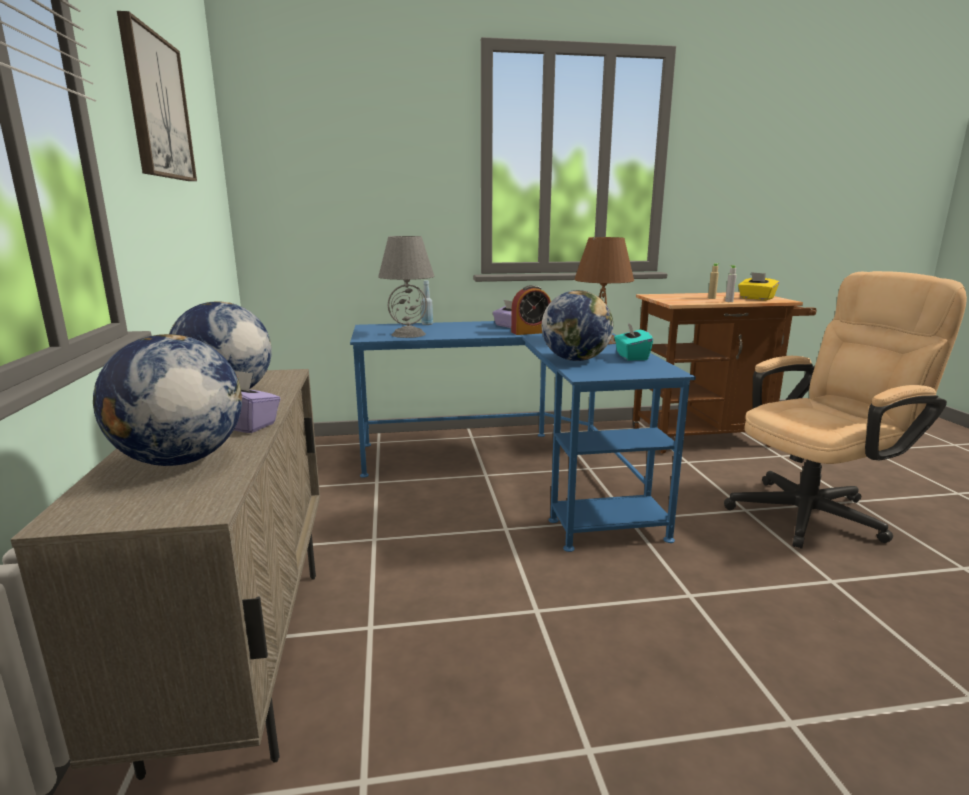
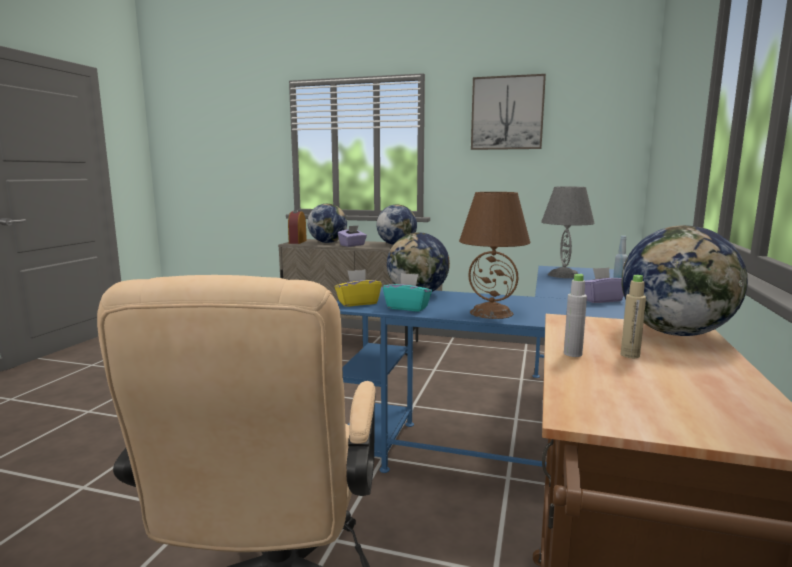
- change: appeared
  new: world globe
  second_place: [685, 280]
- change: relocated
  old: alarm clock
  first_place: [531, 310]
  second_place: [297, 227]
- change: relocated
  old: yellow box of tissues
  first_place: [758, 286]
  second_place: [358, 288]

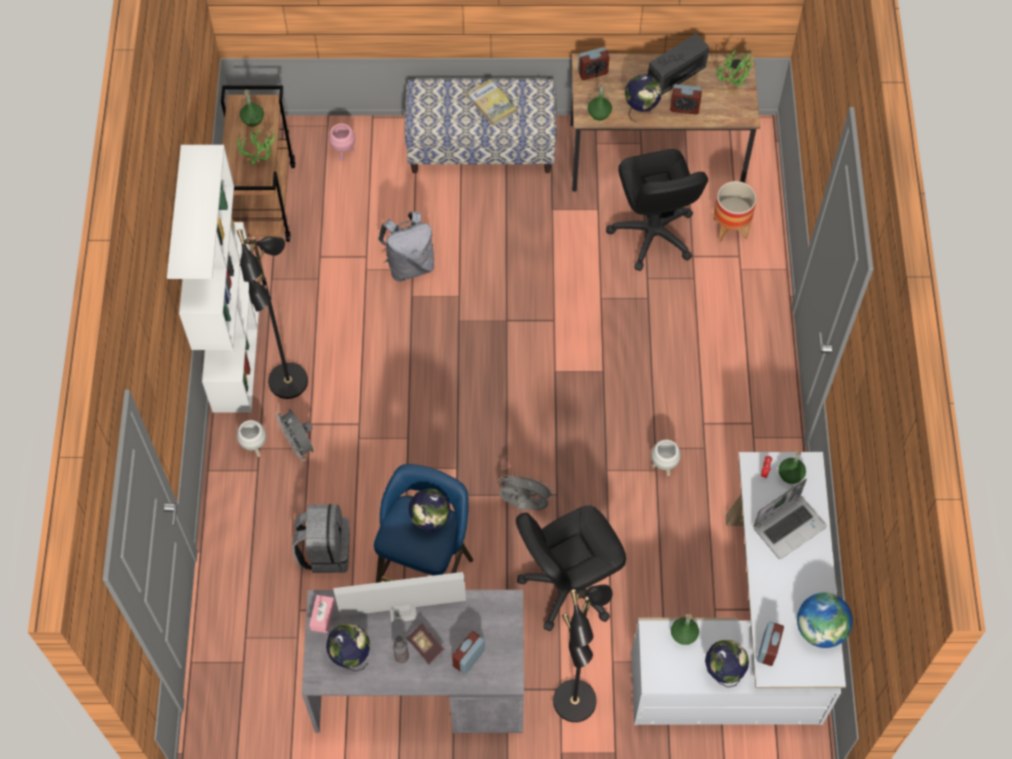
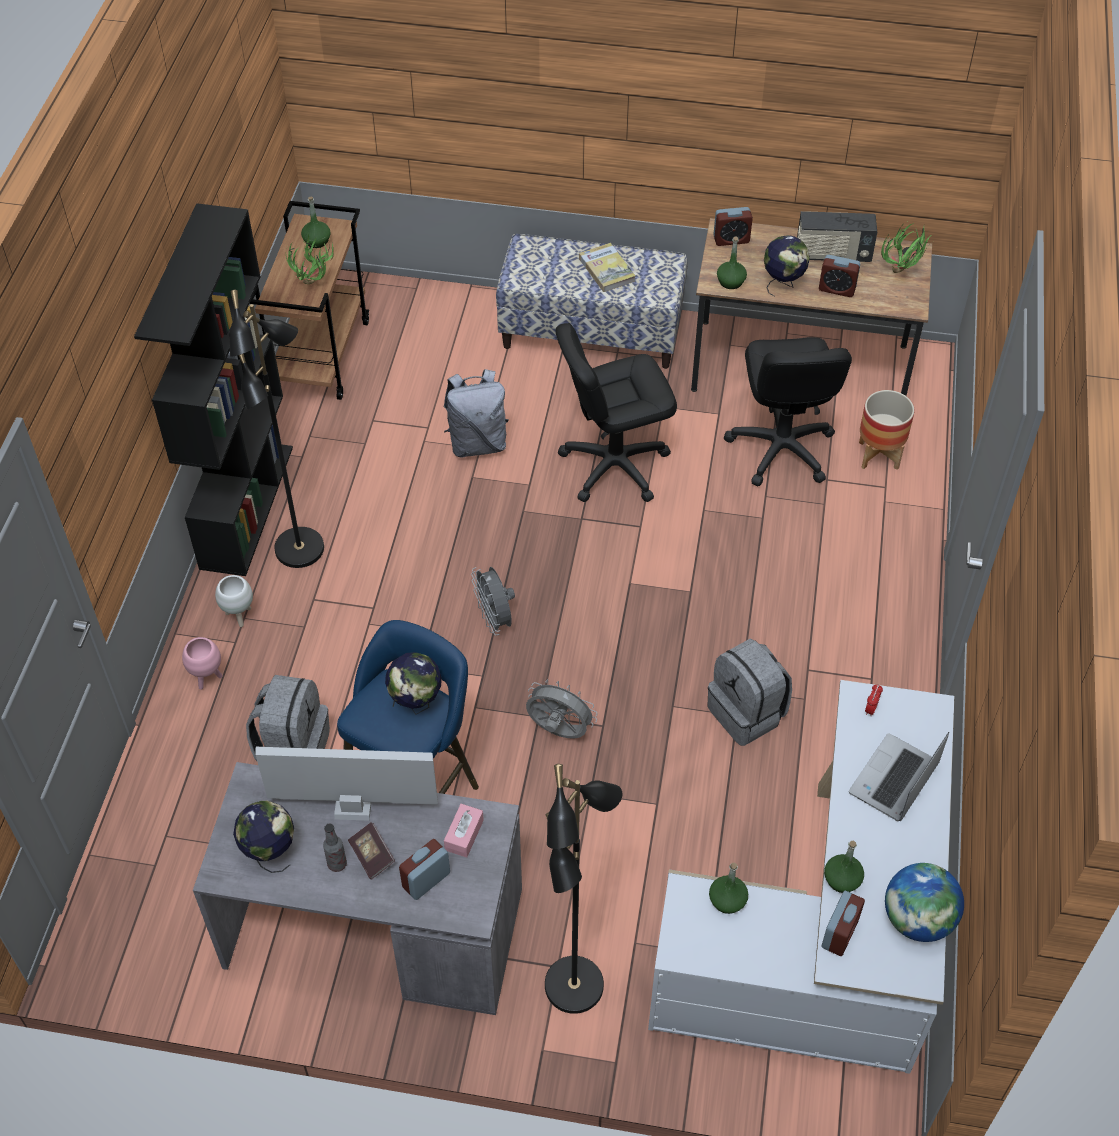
- change: missing
  old: world globe
  first_place: [727, 663]
- change: relocated
  old: grey fan
  first_place: [294, 435]
  second_place: [493, 601]
- change: relocated
  old: pink-coloured box of tissues
  first_place: [322, 614]
  second_place: [464, 831]
- change: relocated
  old: pink-coloured planter
  first_place: [342, 142]
  second_place: [202, 663]
- change: relocated
  old: black-coloured desk chair
  first_place: [571, 568]
  second_place: [616, 412]
- change: relocated
  old: green beverage bottle
  first_place: [792, 467]
  second_place: [844, 867]
- change: exchanged
  old: white planter
  new: grey knapsack
  first_place: [666, 458]
  second_place: [749, 692]
- change: colour
  old: white shelving unit
  new: black-coloured shelving unit
  first_place: [213, 278]
  second_place: [213, 389]
- change: spun
  old: radio receiver
  first_place: [679, 64]
  second_place: [837, 236]
  degrees: -150
- change: spun
  old: laptop
  first_place: [790, 519]
  second_place: [899, 777]
  degrees: 150

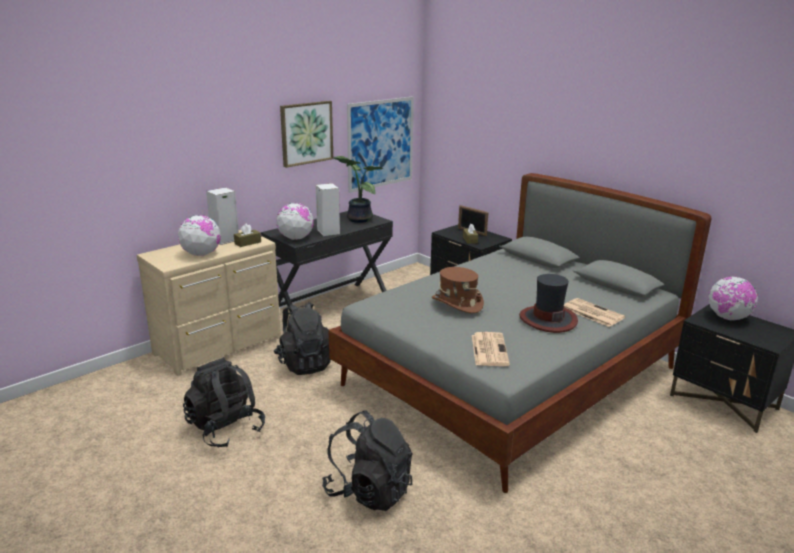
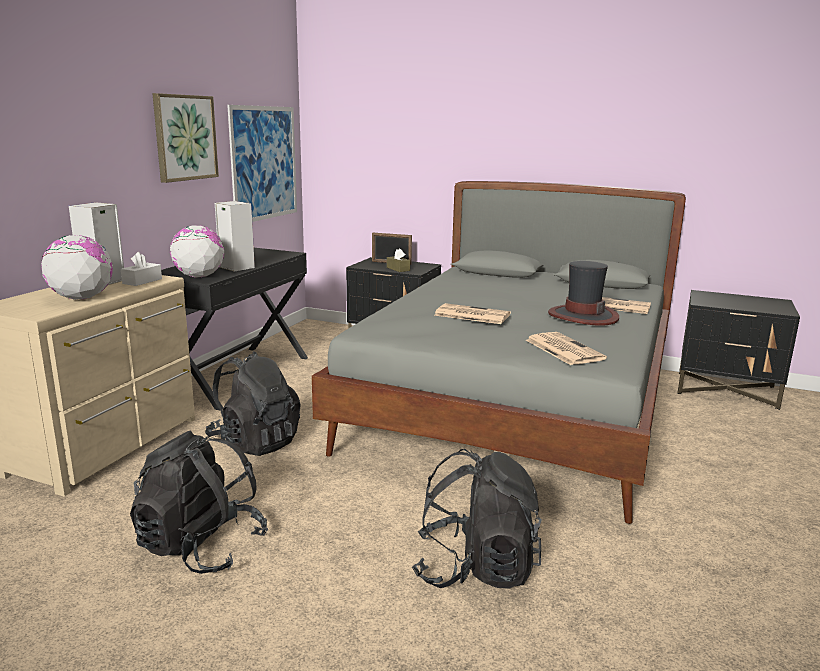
- change: missing
  old: houseplant
  first_place: [358, 189]
- change: missing
  old: world globe
  first_place: [733, 298]
- change: exchanged
  old: brown-coloured hat
  new: daily paper
  first_place: [458, 290]
  second_place: [472, 313]
- change: colour
  old: brown-coloured box of tissues
  new: white box of tissues
  first_place: [247, 235]
  second_place: [141, 269]

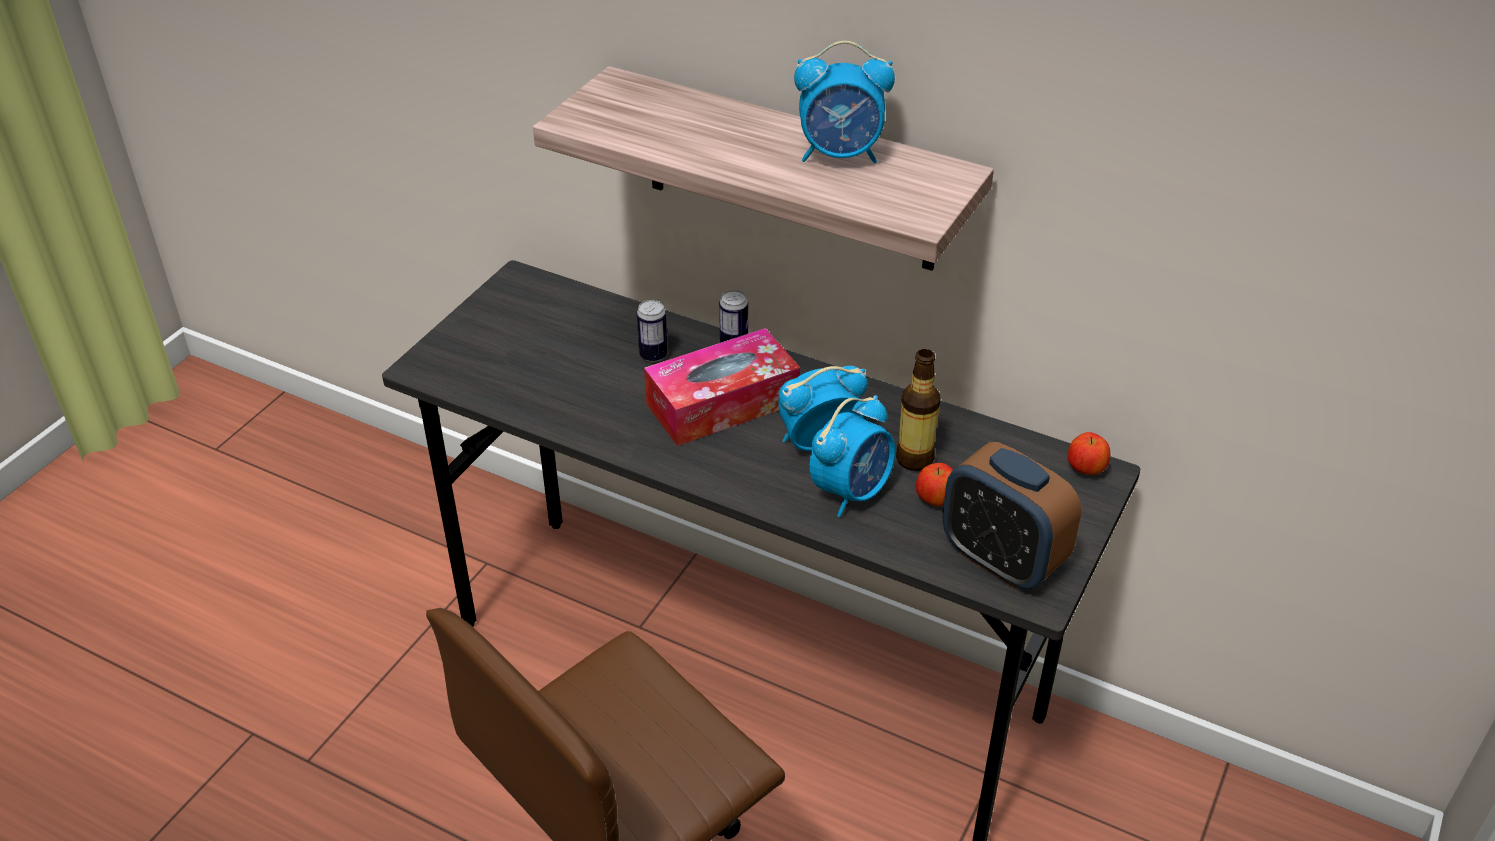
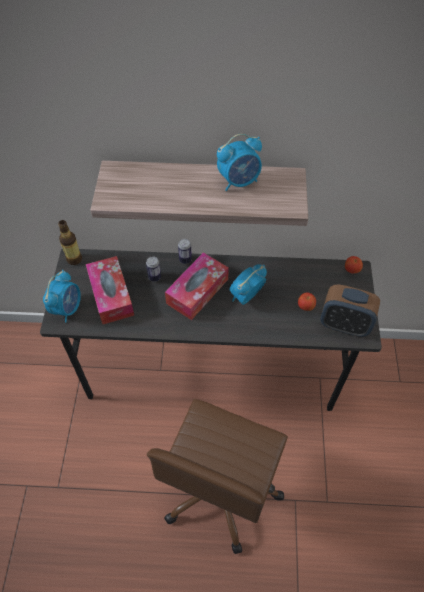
- change: appeared
  new: box of tissues
  second_place: [110, 290]
- change: relocated
  old: alarm clock
  first_place: [852, 456]
  second_place: [62, 296]
- change: relocated
  old: beverage bottle
  first_place: [918, 410]
  second_place: [70, 242]

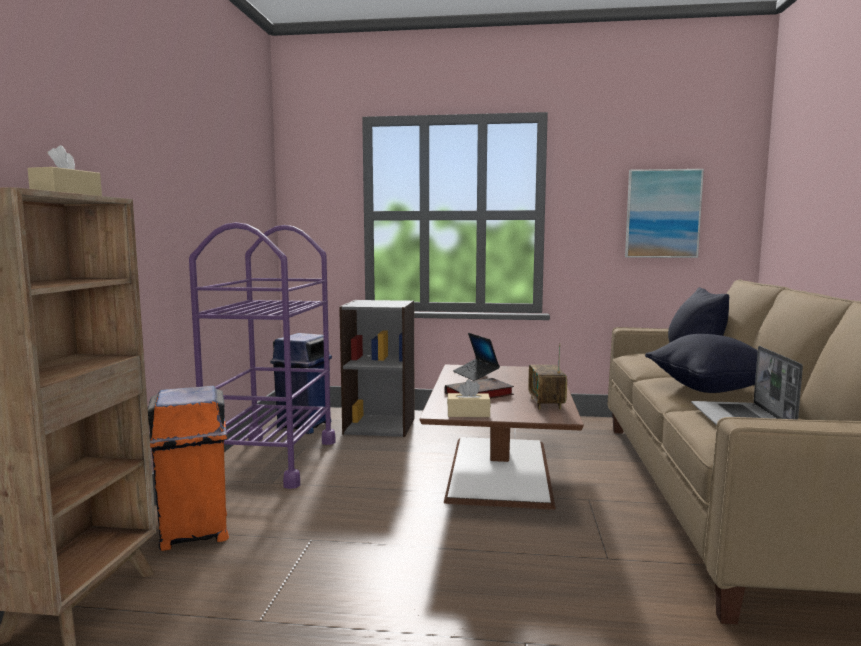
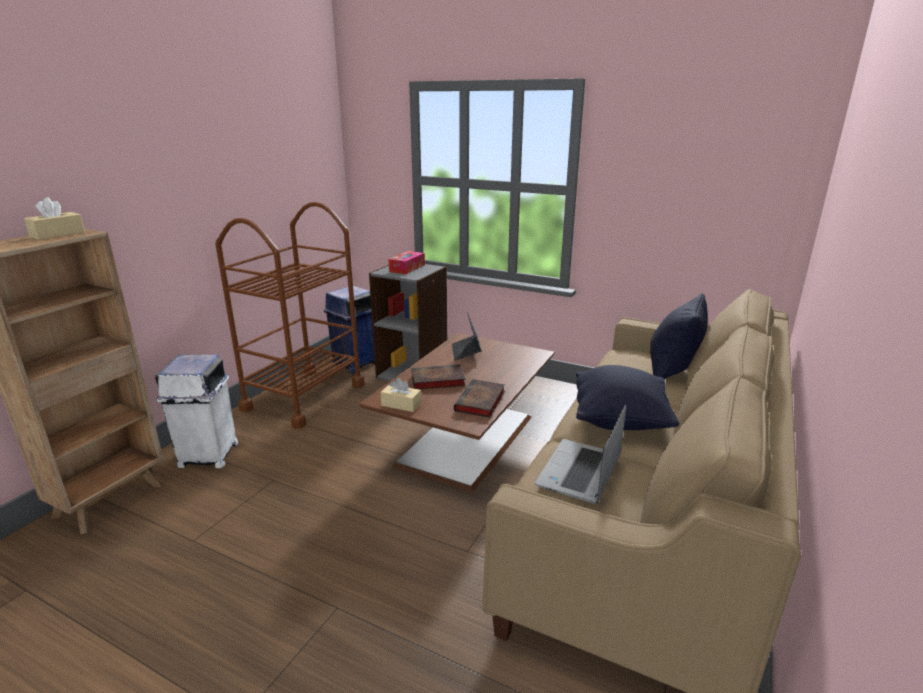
- change: missing
  old: wall picture
  first_place: [664, 213]
- change: appeared
  new: box of tissues
  second_place: [406, 262]
- change: exchanged
  old: radio receiver
  new: bound book
  first_place: [547, 376]
  second_place: [479, 398]
- change: colour
  old: orangey rubbish bin
  new: white rubbish bin
  first_place: [188, 468]
  second_place: [196, 411]
- change: colour
  old: purplish wheeled cart
  new: brown-coloured wheeled cart
  first_place: [262, 355]
  second_place: [290, 315]

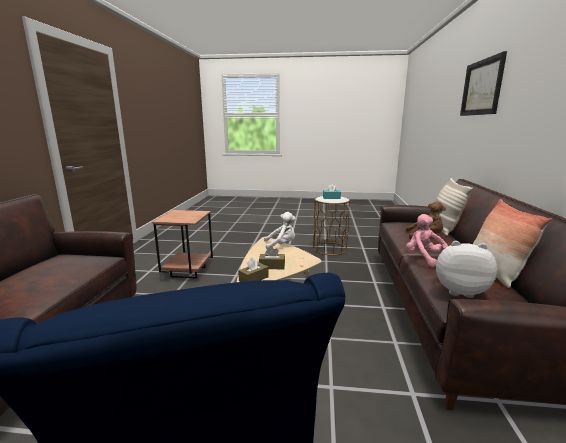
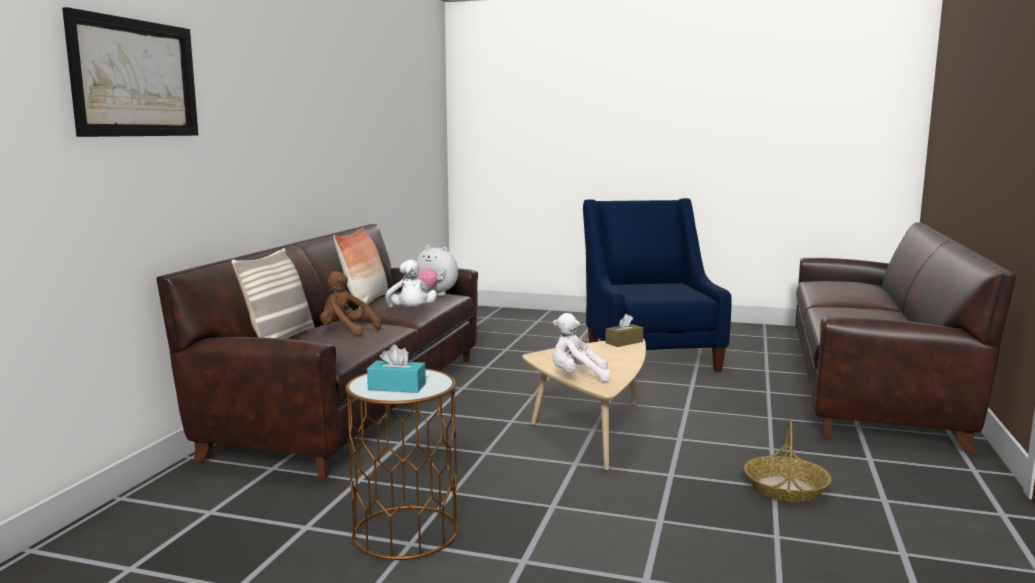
- change: missing
  old: brown-coloured box of tissues
  first_place: [272, 258]
- change: exchanged
  old: brown-coloured accent table
  new: storage basket
  first_place: [182, 244]
  second_place: [787, 460]
- change: colour
  old: pink-coloured plush toy
  new: white plush toy
  first_place: [427, 240]
  second_place: [411, 284]

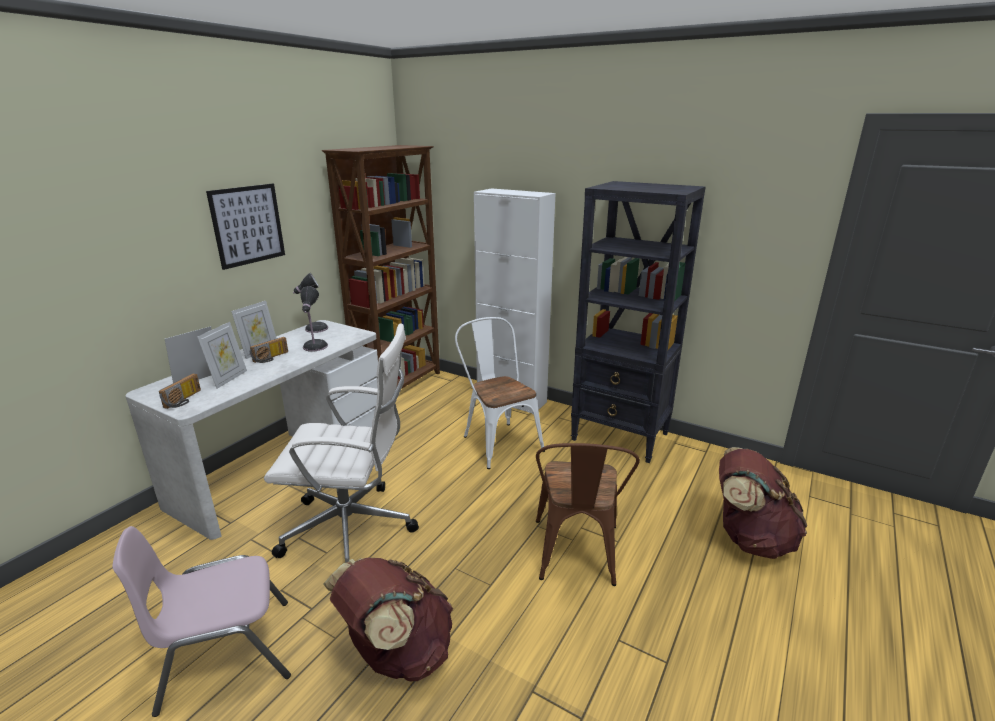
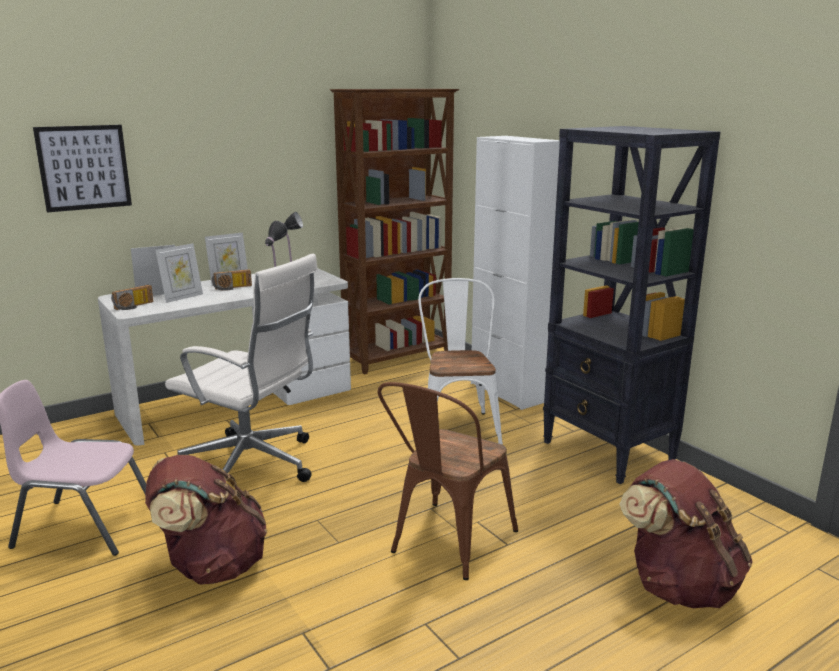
- change: relocated
  old: wall picture
  first_place: [245, 227]
  second_place: [82, 169]

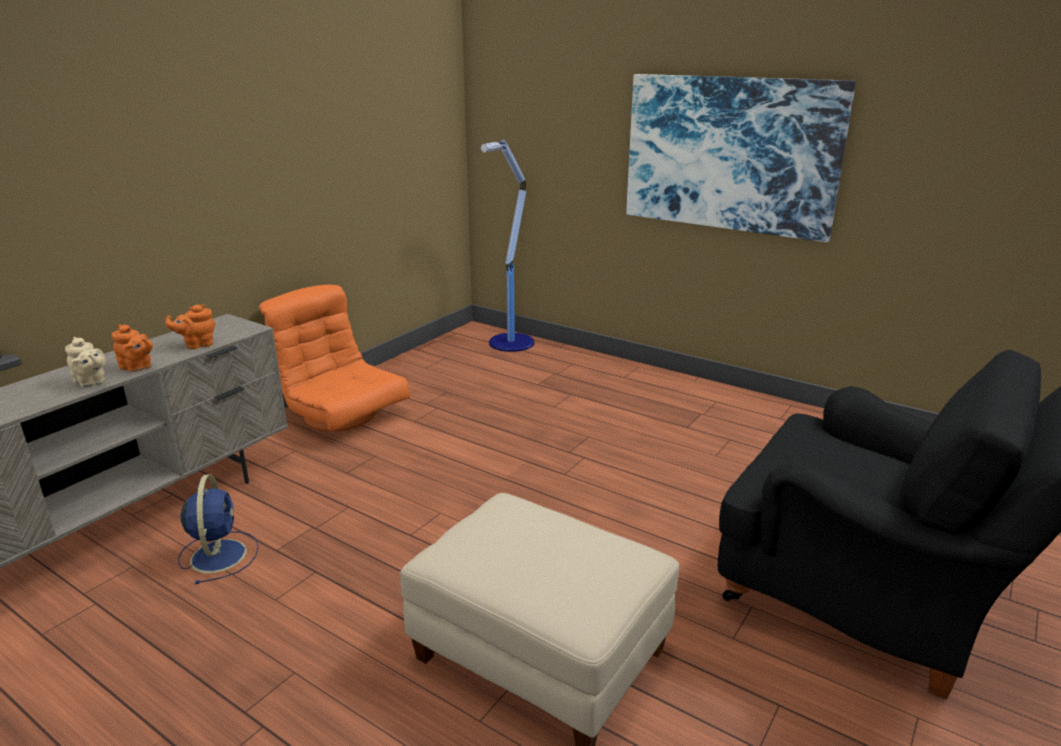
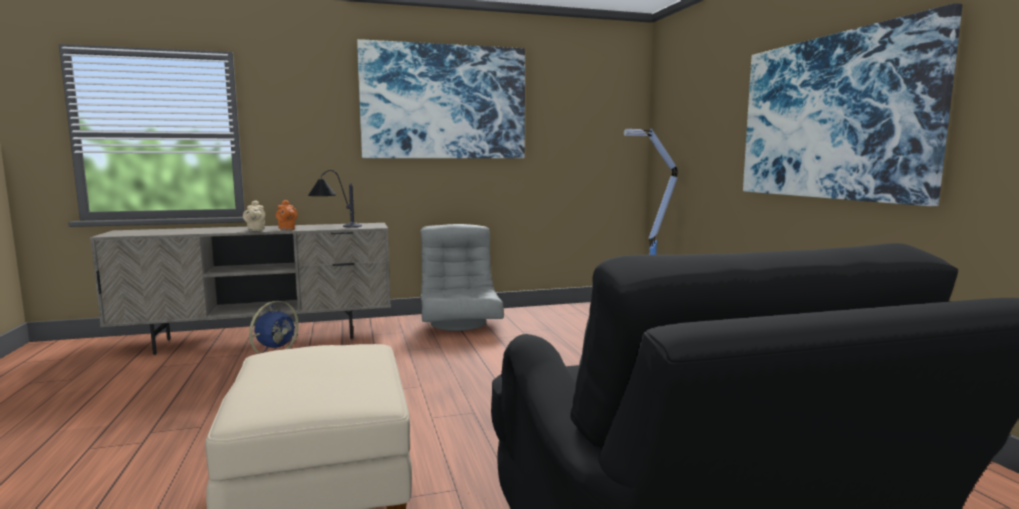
- change: appeared
  new: wall picture
  second_place: [441, 98]
- change: exchanged
  old: orangey teapot
  new: table lamp
  first_place: [190, 326]
  second_place: [335, 198]
- change: colour
  old: orangey lounge chair
  new: grey lounge chair
  first_place: [334, 358]
  second_place: [462, 277]

